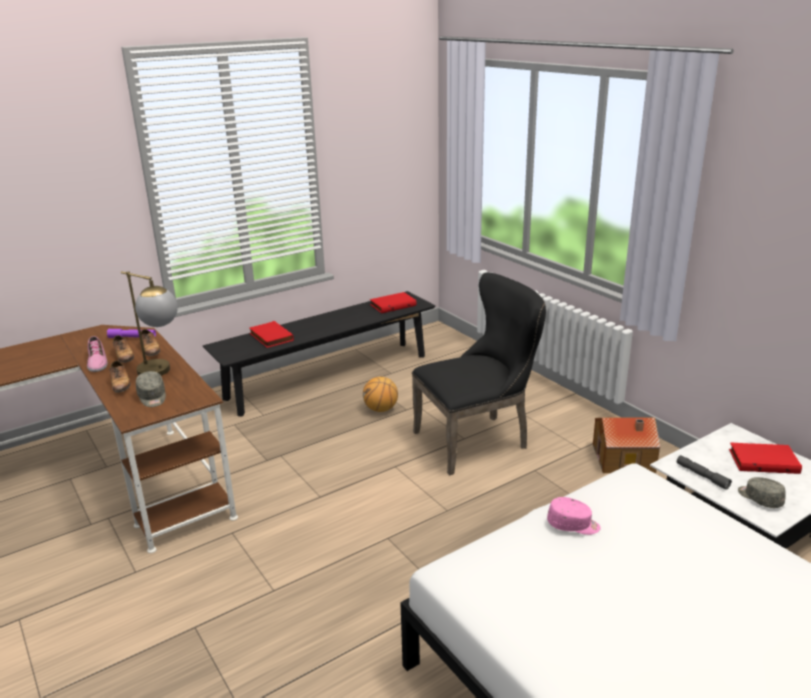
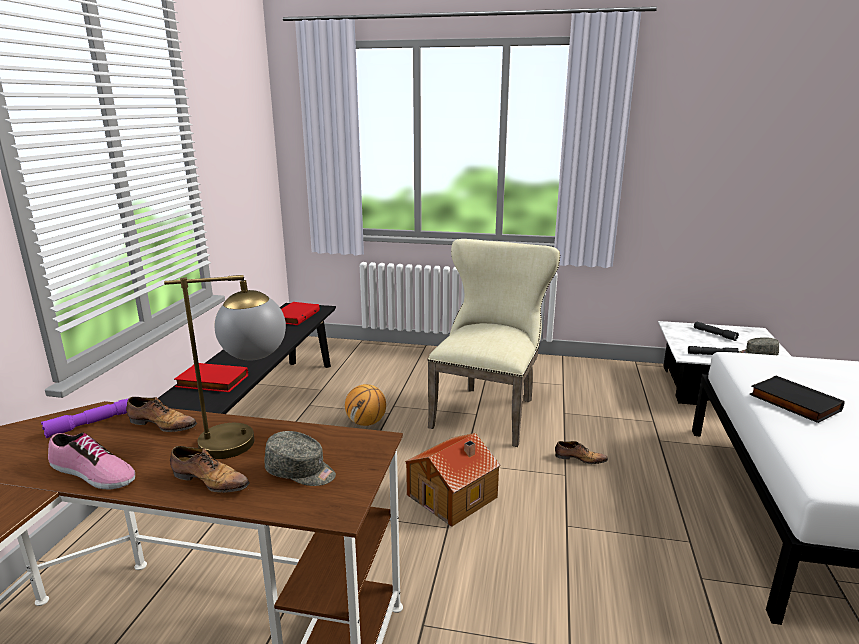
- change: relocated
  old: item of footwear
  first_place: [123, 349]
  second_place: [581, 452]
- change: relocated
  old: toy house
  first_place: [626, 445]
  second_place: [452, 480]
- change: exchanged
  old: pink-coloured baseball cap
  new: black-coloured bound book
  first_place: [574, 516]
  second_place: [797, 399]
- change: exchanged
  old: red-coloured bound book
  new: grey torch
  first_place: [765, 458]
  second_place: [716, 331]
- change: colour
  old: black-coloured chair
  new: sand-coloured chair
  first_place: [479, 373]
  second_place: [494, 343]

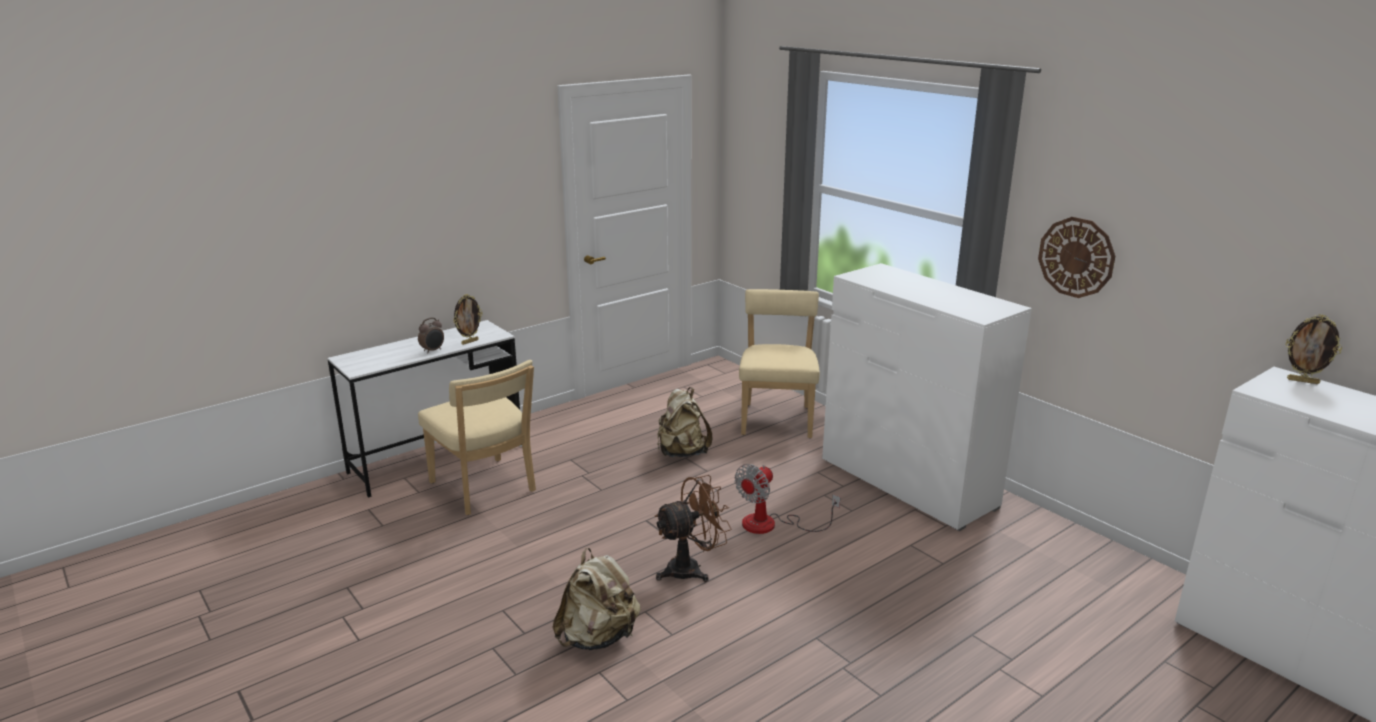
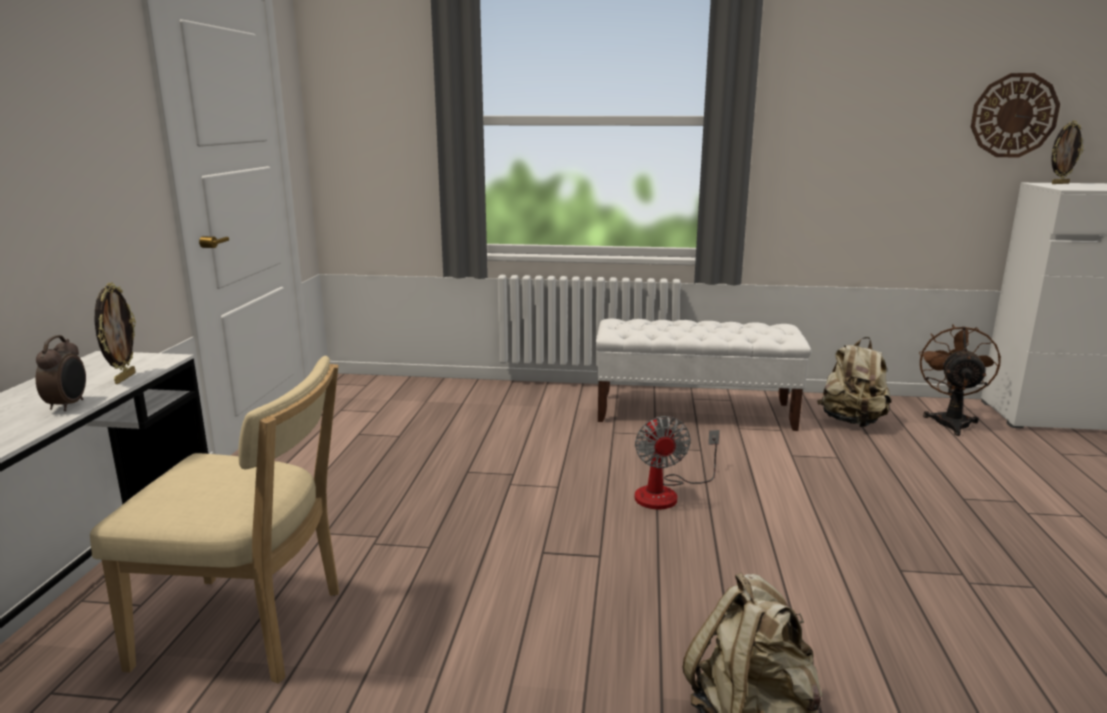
- change: missing
  old: sand-coloured chair
  first_place: [779, 363]
- change: relocated
  old: brown-coloured fan
  first_place: [692, 528]
  second_place: [960, 380]
- change: relocated
  old: sand-coloured knapsack
  first_place: [684, 422]
  second_place: [854, 382]
- change: relocated
  old: hanging clock
  first_place: [1076, 257]
  second_place: [1015, 115]
- change: exchanged
  old: white dresser
  new: white bench
  first_place: [927, 397]
  second_place: [703, 374]

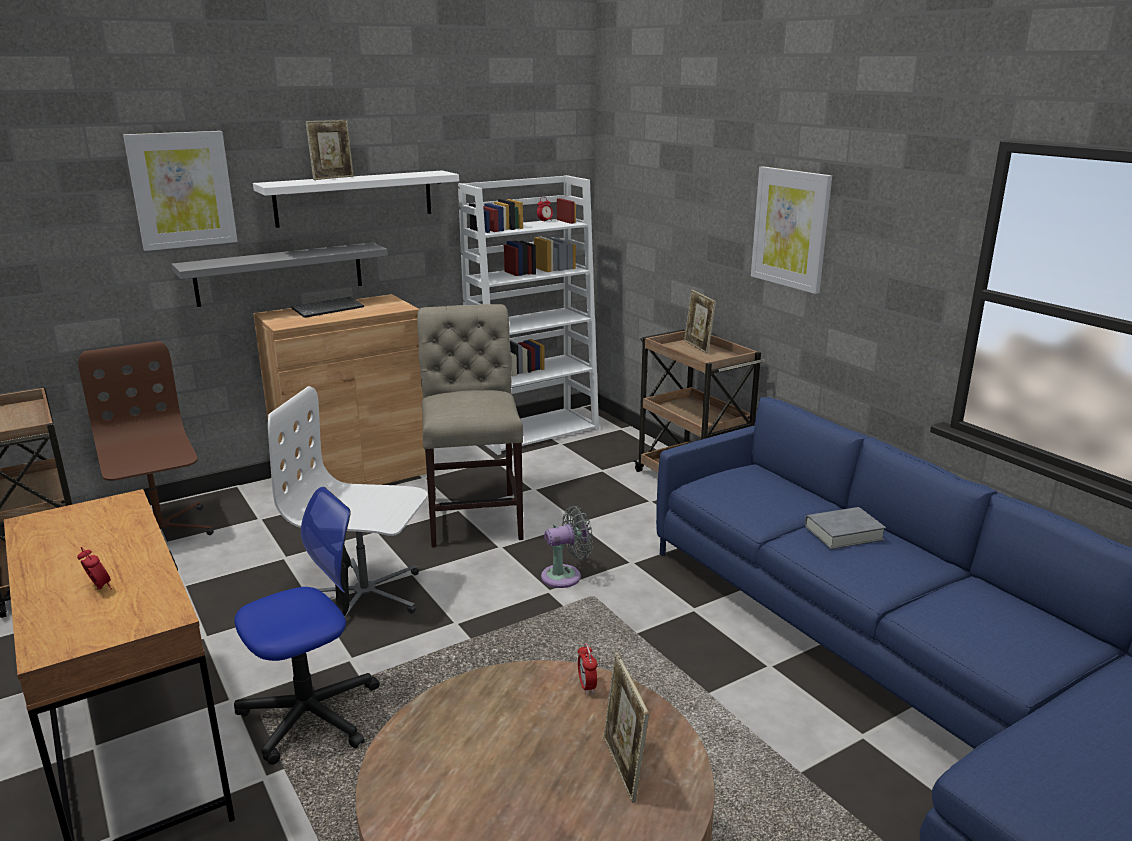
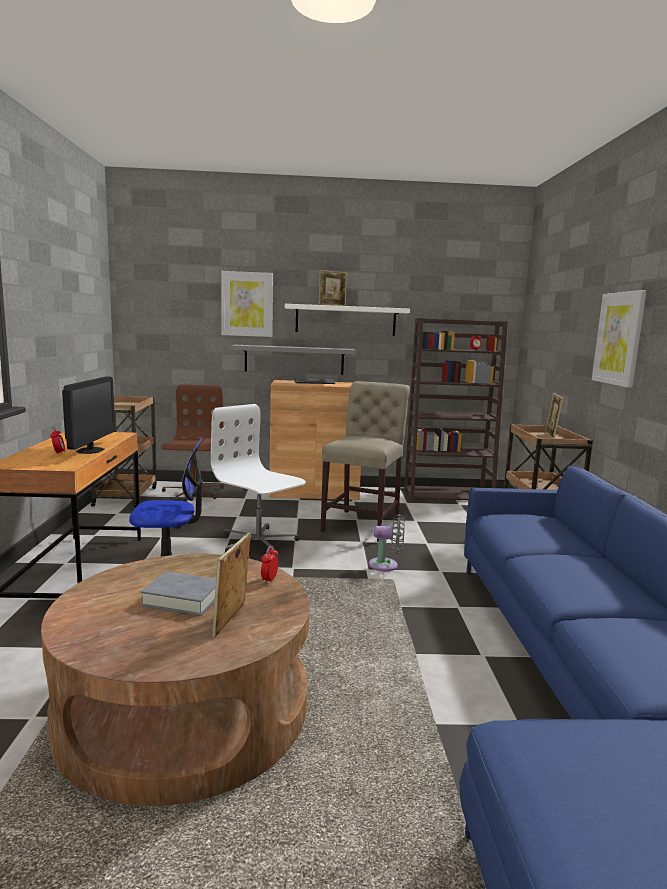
- change: appeared
  new: monitor
  second_place: [88, 415]
- change: relocated
  old: grey bound book
  first_place: [845, 528]
  second_place: [178, 593]
- change: colour
  old: white shelving unit
  new: brown-coloured shelving unit
  first_place: [528, 315]
  second_place: [456, 409]

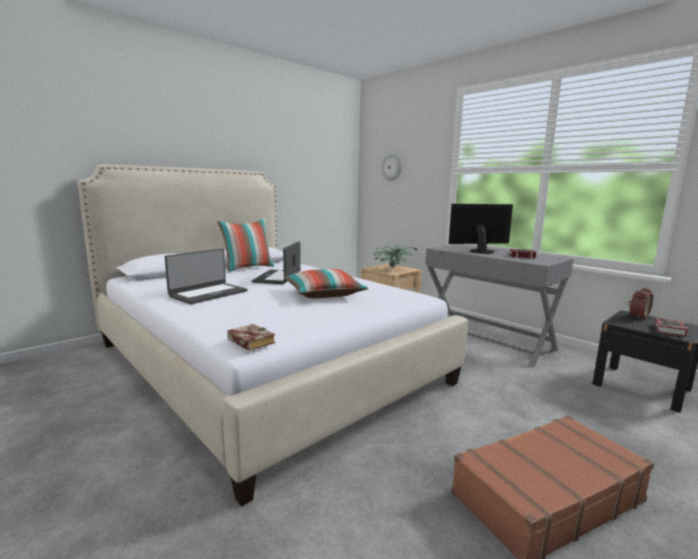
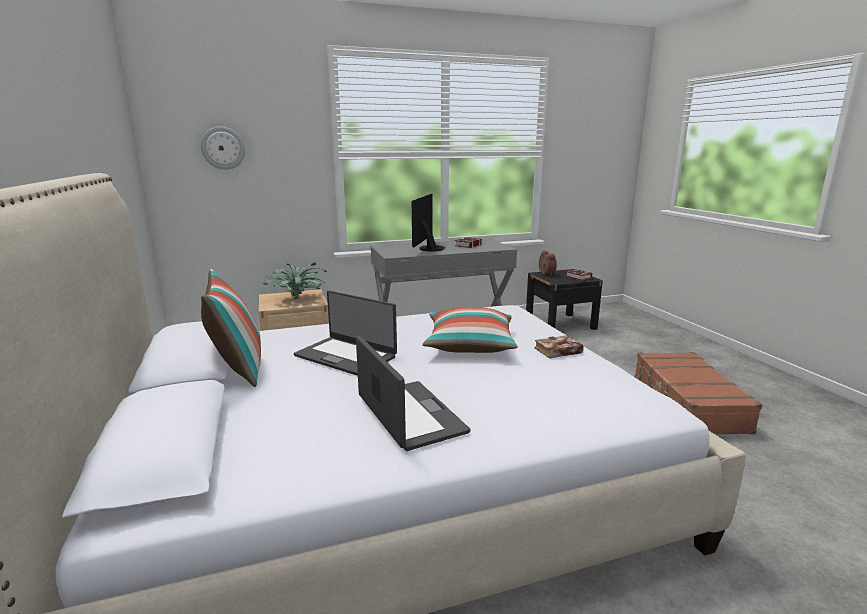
- change: relocated
  old: bound book
  first_place: [251, 337]
  second_place: [559, 347]

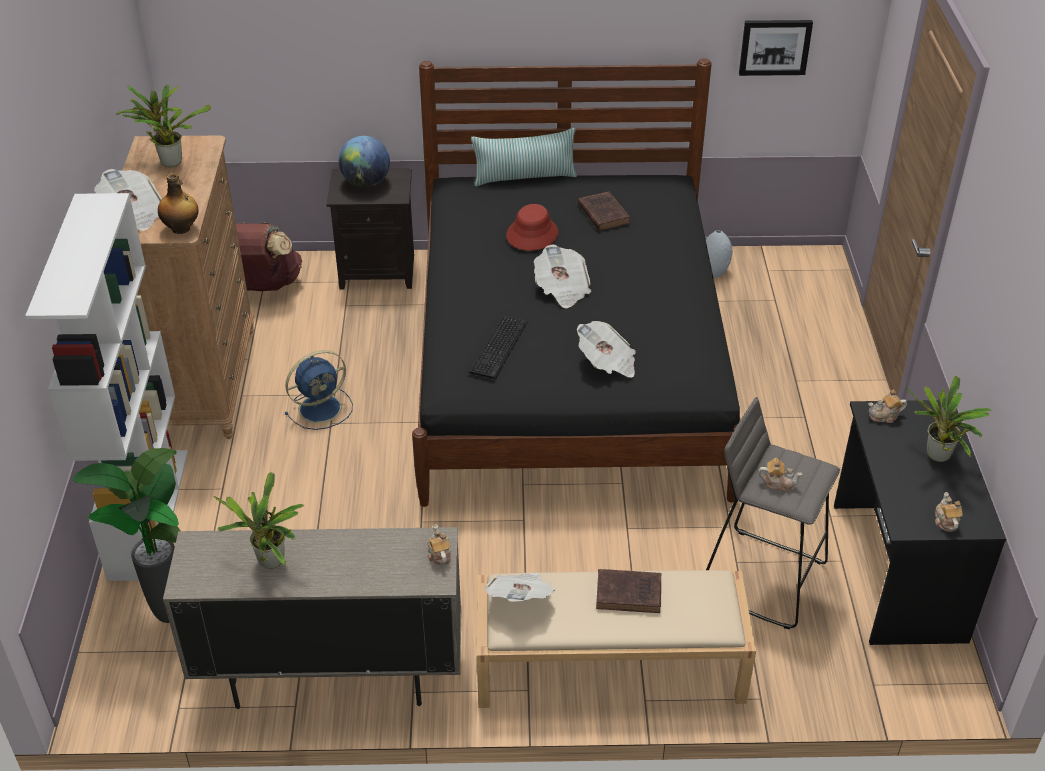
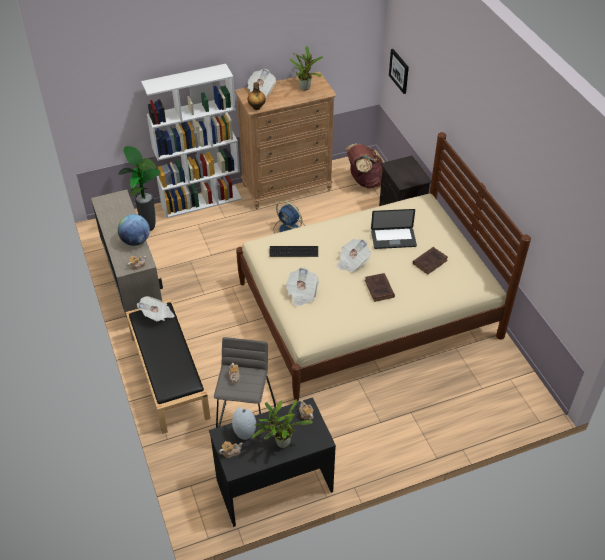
- change: missing
  old: houseplant
  first_place: [258, 520]
- change: missing
  old: cushion
  first_place: [524, 157]
- change: relocated
  old: world globe
  first_place: [364, 162]
  second_place: [134, 230]
- change: relocated
  old: brown-coloured bound book
  first_place: [628, 591]
  second_place: [380, 287]
- change: relocated
  old: grey flower vase
  first_place: [719, 253]
  second_place: [244, 423]
- change: relocated
  old: wall picture
  first_place: [776, 48]
  second_place: [399, 71]
- change: exchanged
  old: red-coloured hat
  new: laptop
  first_place: [532, 227]
  second_place: [394, 229]
- change: colour
  old: black-coloured bedroom bed
  new: sand-coloured bedroom bed
  first_place: [576, 282]
  second_place: [383, 267]
- change: colour
  old: sand-coloured bench
  new: black-coloured bench
  first_place: [616, 639]
  second_place: [168, 367]

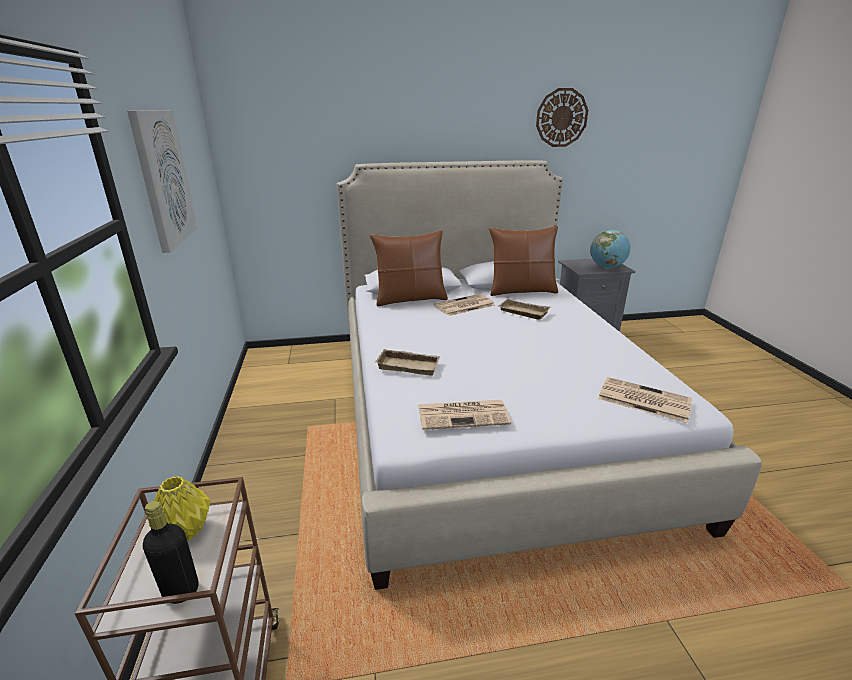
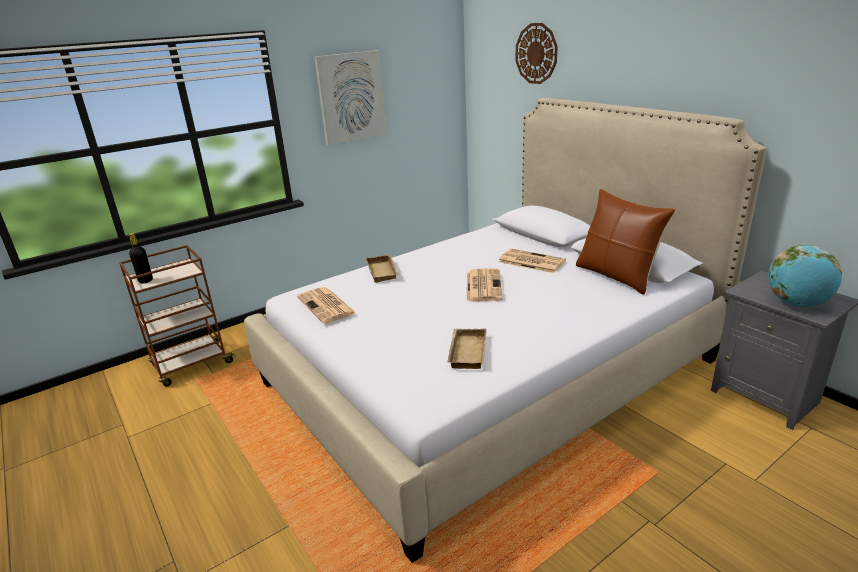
- change: missing
  old: yellow flower vase
  first_place: [180, 508]
- change: missing
  old: brown-coloured cushion
  first_place: [409, 268]
- change: relocated
  old: sand-coloured carrying tray
  first_place: [523, 309]
  second_place: [467, 349]
- change: relocated
  old: hanging clock
  first_place: [562, 117]
  second_place: [537, 53]
- change: relocated
  old: daily paper
  first_place: [645, 400]
  second_place: [485, 284]

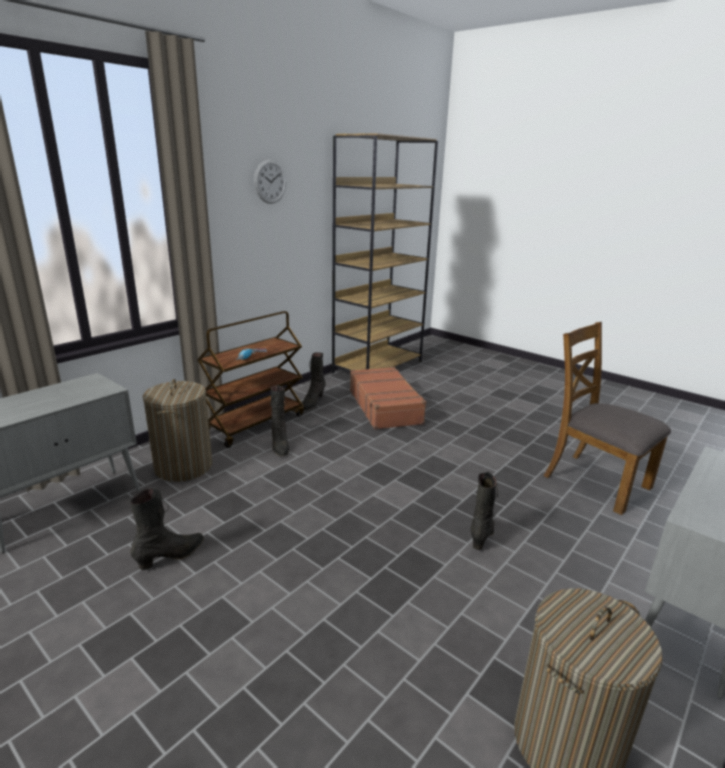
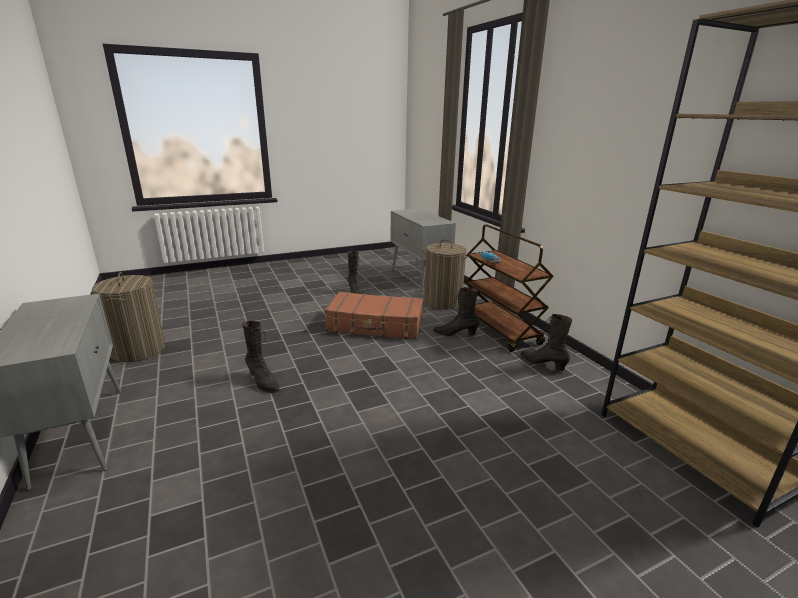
- change: missing
  old: hanging clock
  first_place: [270, 182]
- change: missing
  old: brown-coloured chair
  first_place: [607, 418]
- change: relocated
  old: brown-coloured travel case
  first_place: [388, 398]
  second_place: [373, 315]

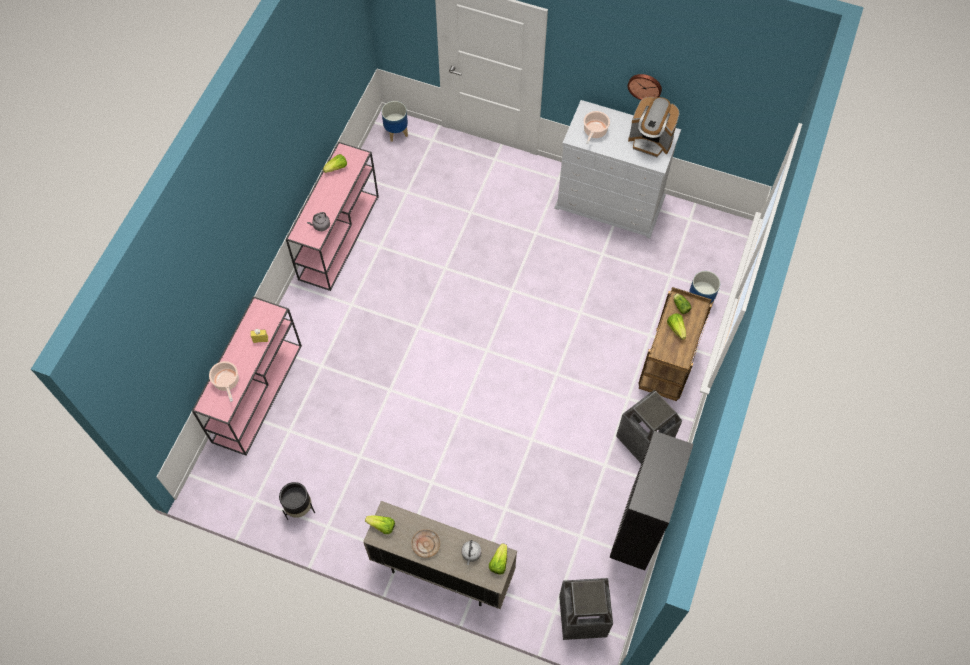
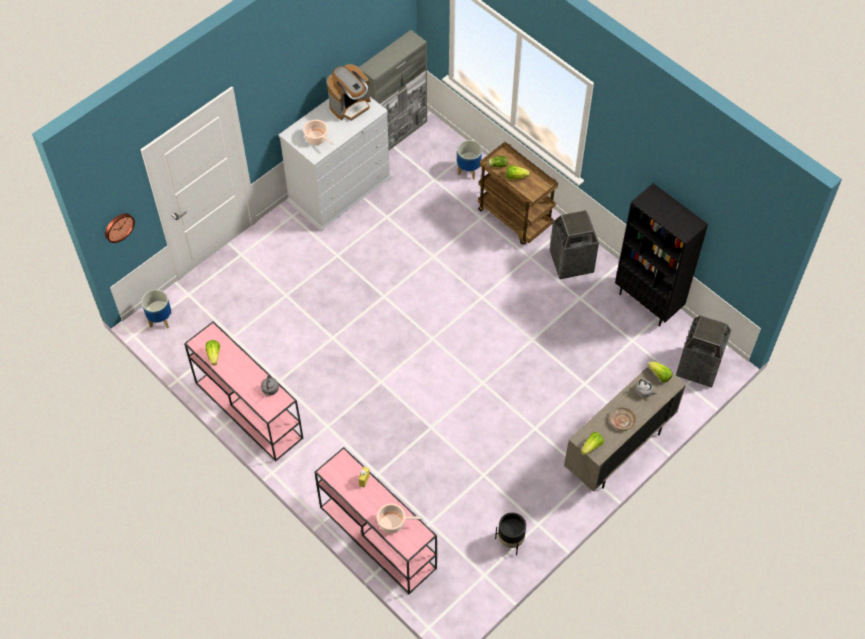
- change: appeared
  new: grey storage cabinet
  second_place: [392, 90]
- change: relocated
  old: hanging clock
  first_place: [645, 87]
  second_place: [120, 228]

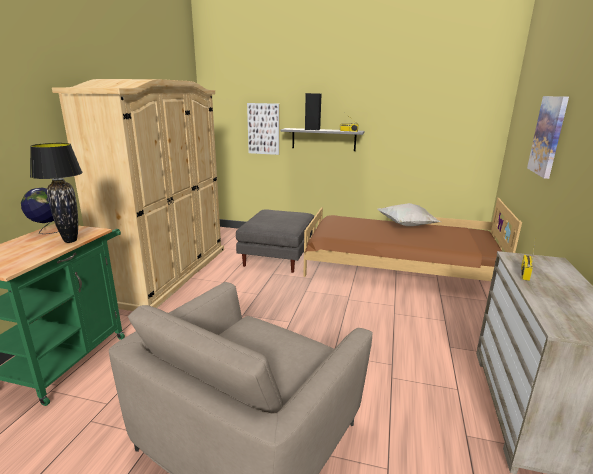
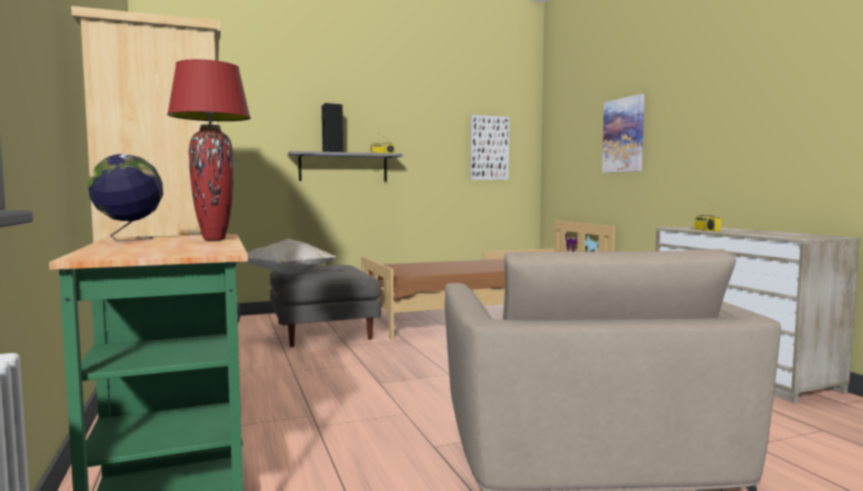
- change: relocated
  old: wall picture
  first_place: [263, 129]
  second_place: [489, 147]
- change: relocated
  old: white cushion
  first_place: [409, 214]
  second_place: [292, 257]
- change: colour
  old: black-coloured table lamp
  new: red-coloured table lamp
  first_place: [56, 193]
  second_place: [209, 149]

